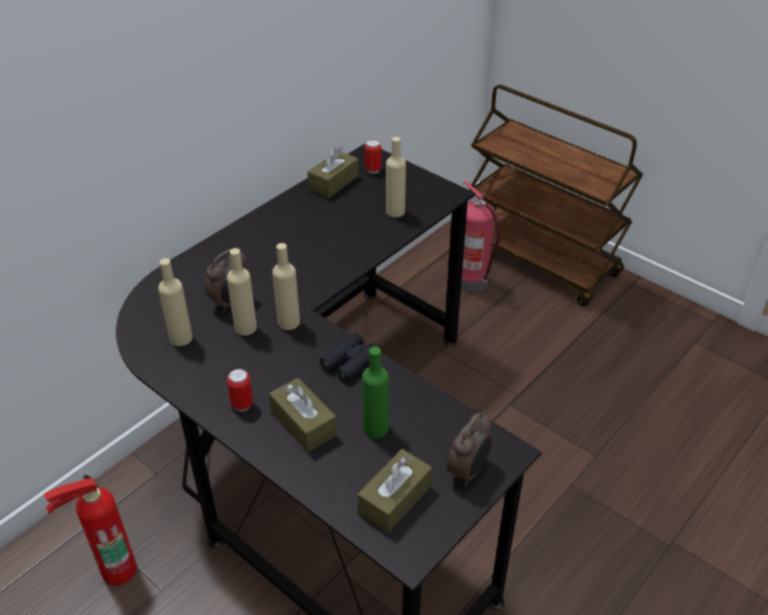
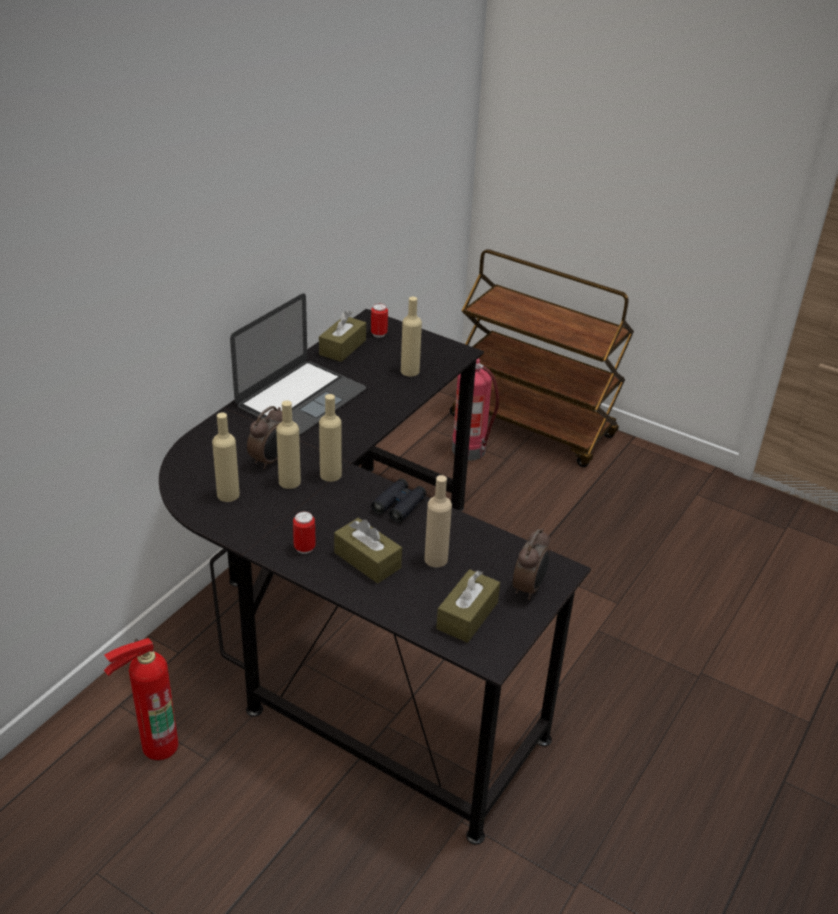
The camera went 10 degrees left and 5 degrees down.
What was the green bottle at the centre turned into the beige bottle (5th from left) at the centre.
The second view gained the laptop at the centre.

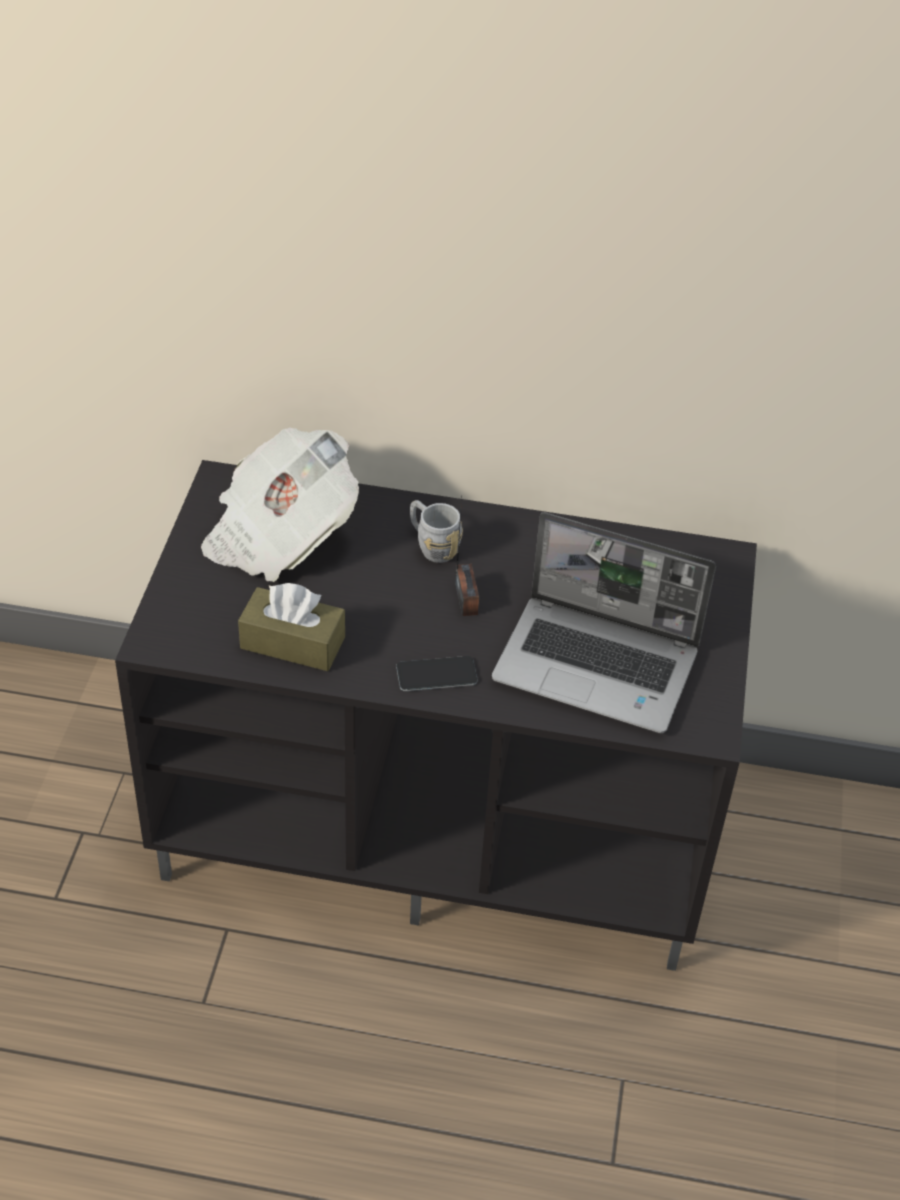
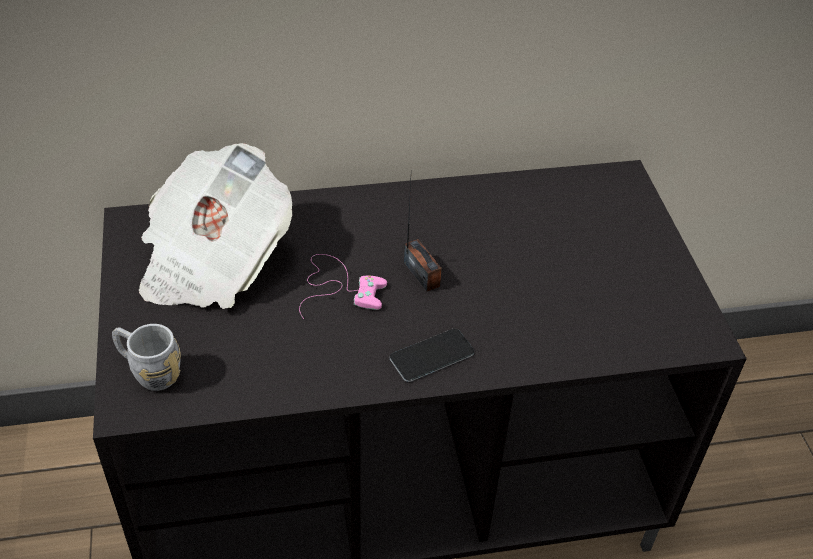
The camera went 20 degrees left and 0 degrees up.
The second view lost the brown tissue box at the middle left.
The grey mug ended up elsewhere, having gone from the centre to the middle left.
The second view lost the laptop at the middle right.
The second view gained the pink game controller at the centre.

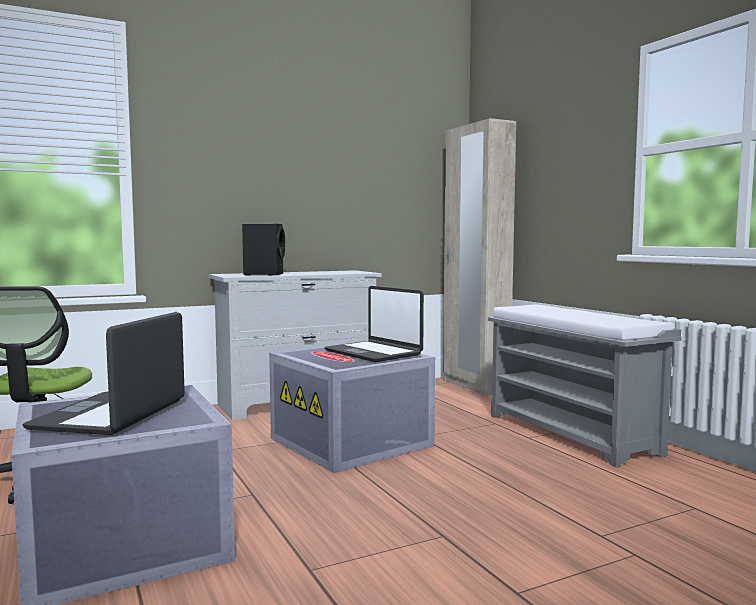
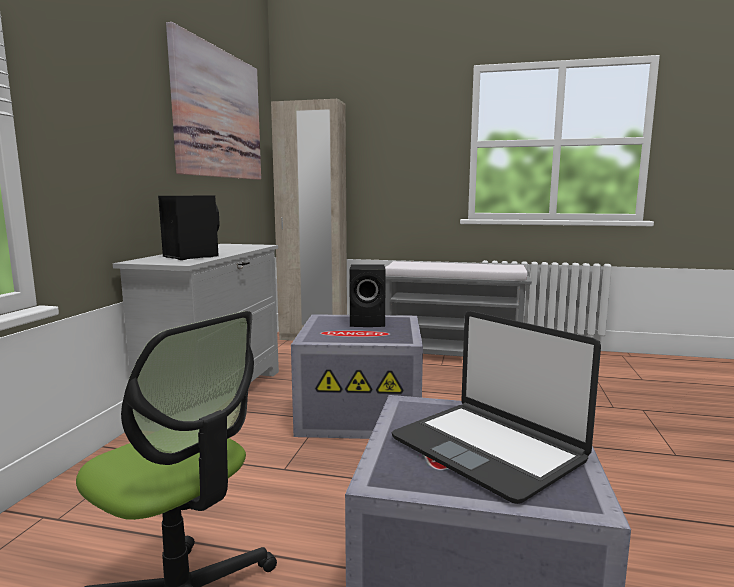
The camera went 50 degrees left and 5 degrees up.
Where the laptop (2nd from left) stood at the centre, the black speaker (2nd from left) came to stand at the centre.
The second view gained the picture at the top left.

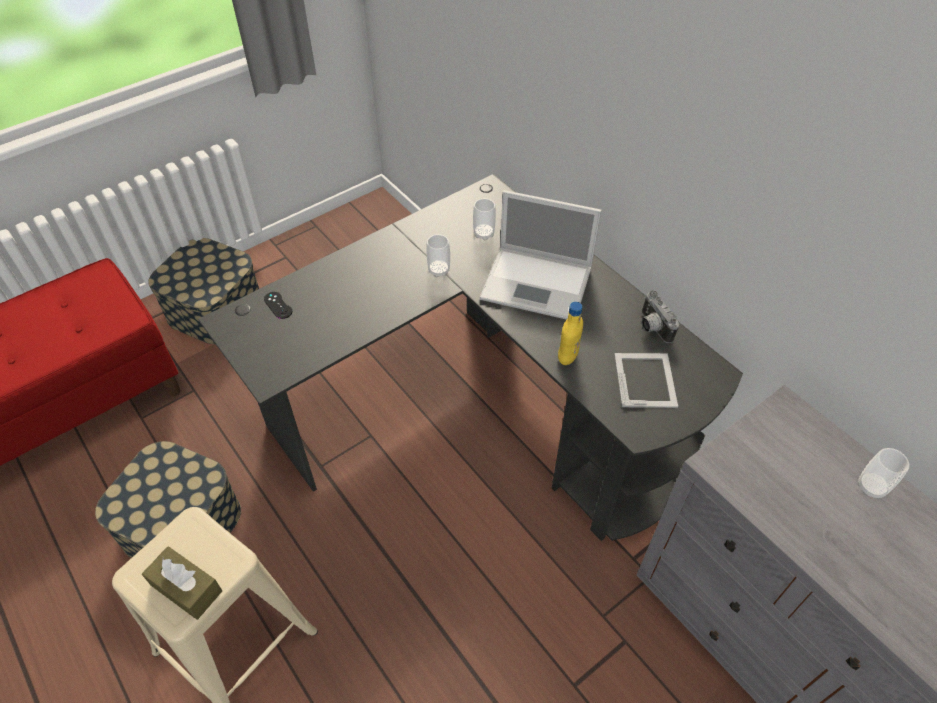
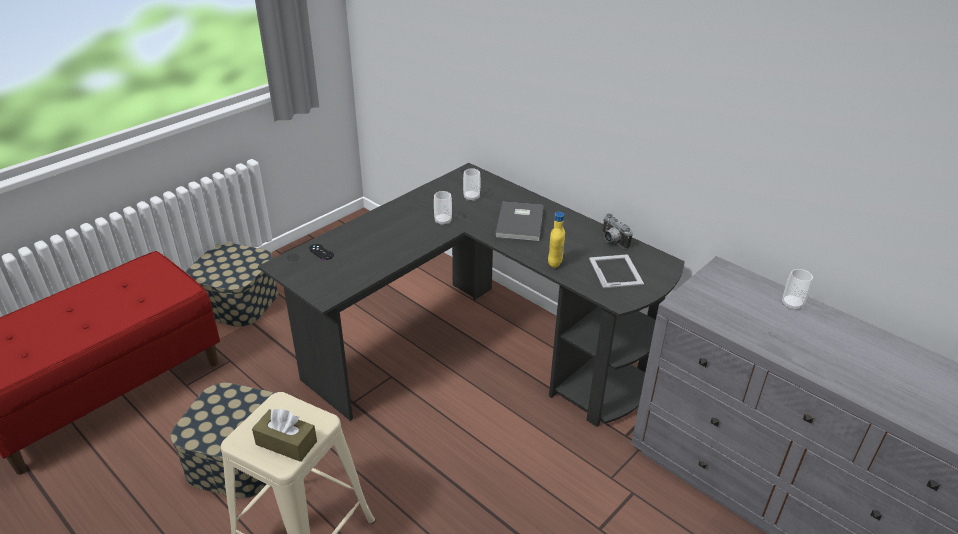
The camera went 10 degrees left and 15 degrees down.
Where the laptop stood at the centre, the grey book came to stand at the centre.

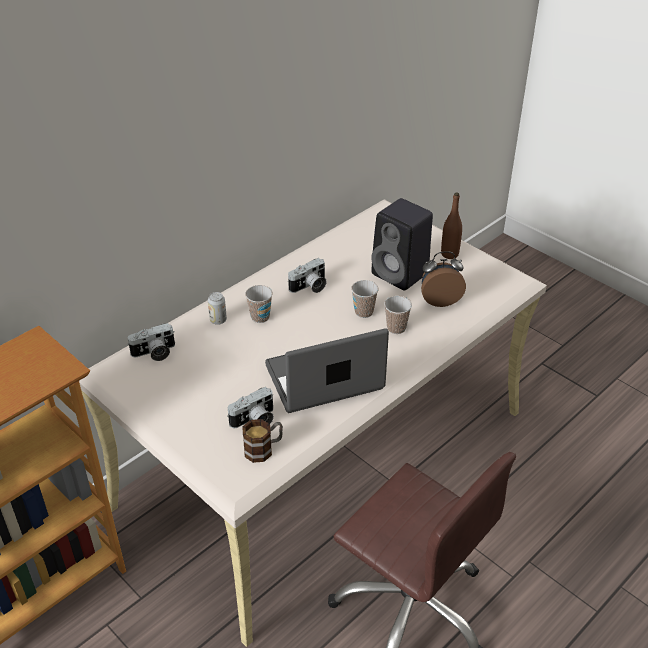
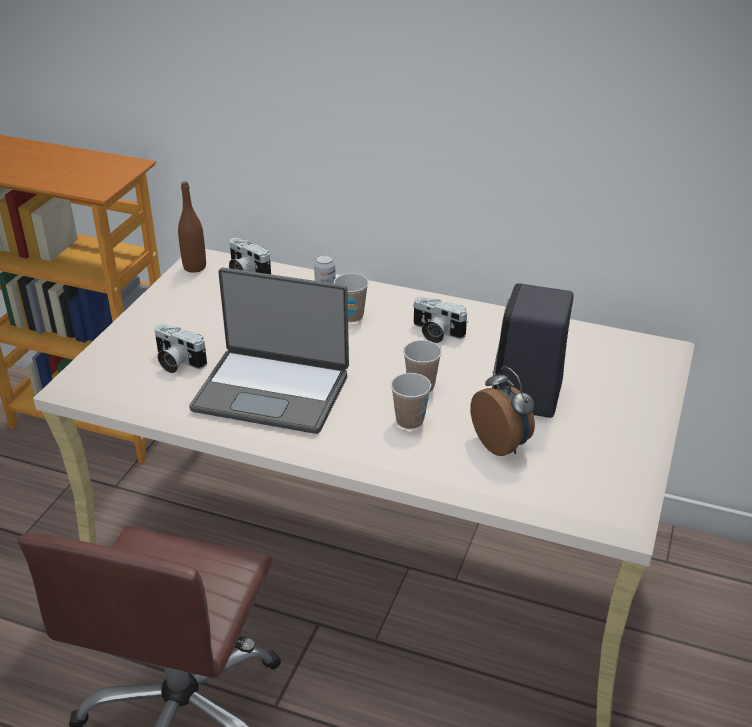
The camera went 65 degrees right and 5 degrees down.
The second view lost the mug at the bottom centre.
The laptop at the centre ended up facing another way, 150 degrees clockwise from before.
The brown bottle ended up elsewhere, having gone from the middle right to the top left.

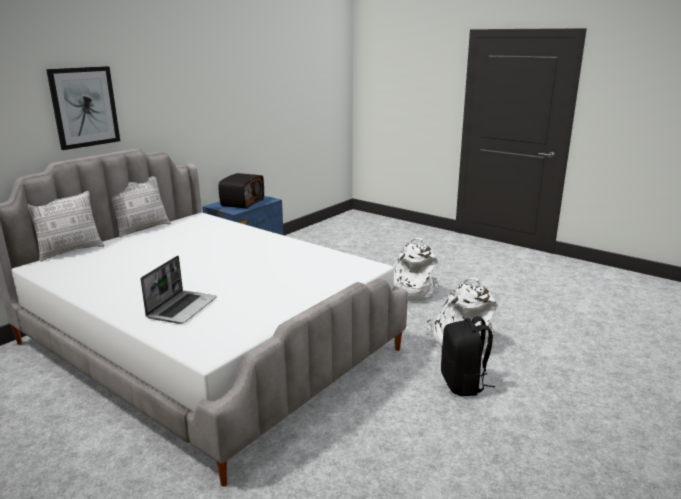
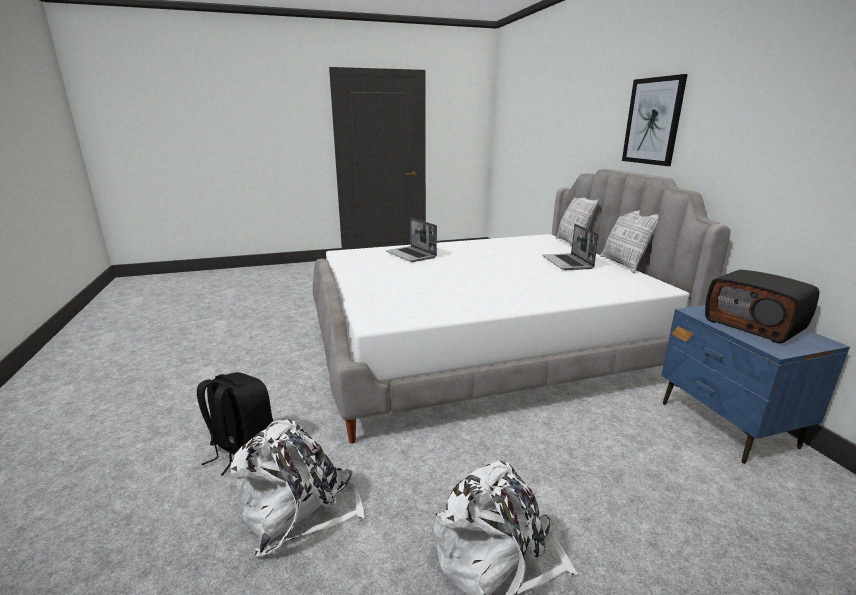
The camera went 125 degrees right and 0 degrees up.
The second view gained the laptop (2nd from left) at the centre.

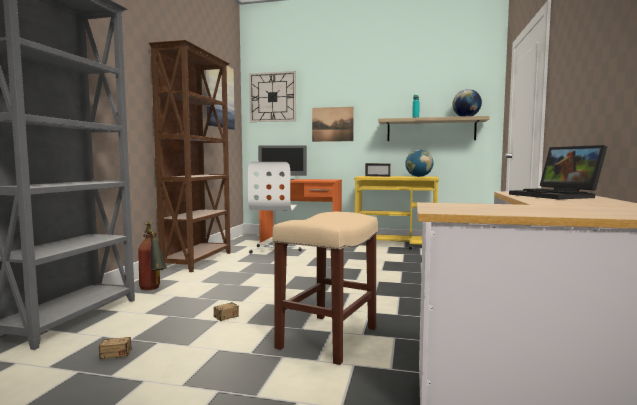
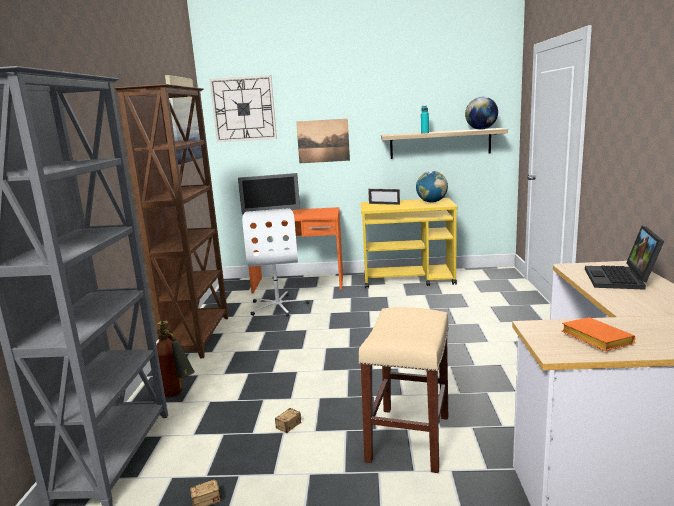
The camera went 10 degrees left and 10 degrees up.
The laptop at the middle right ended up facing another way, 45 degrees clockwise from before.
The second view gained the orange book at the middle right.

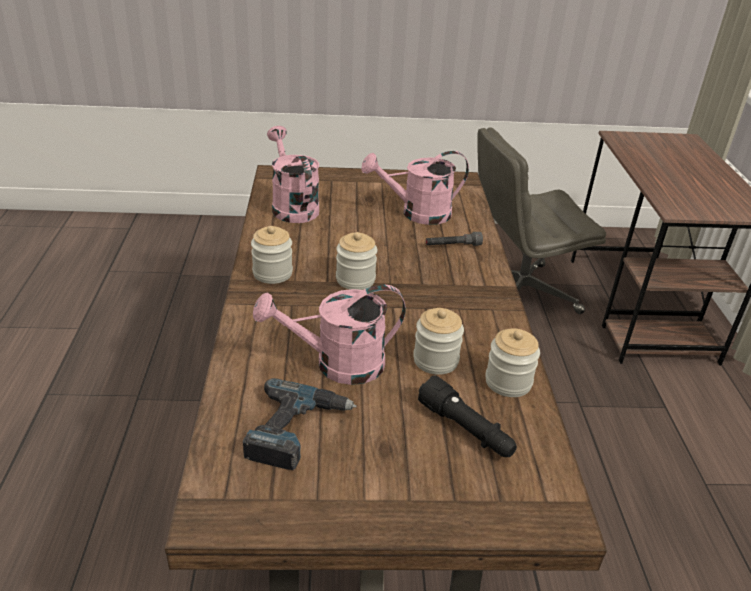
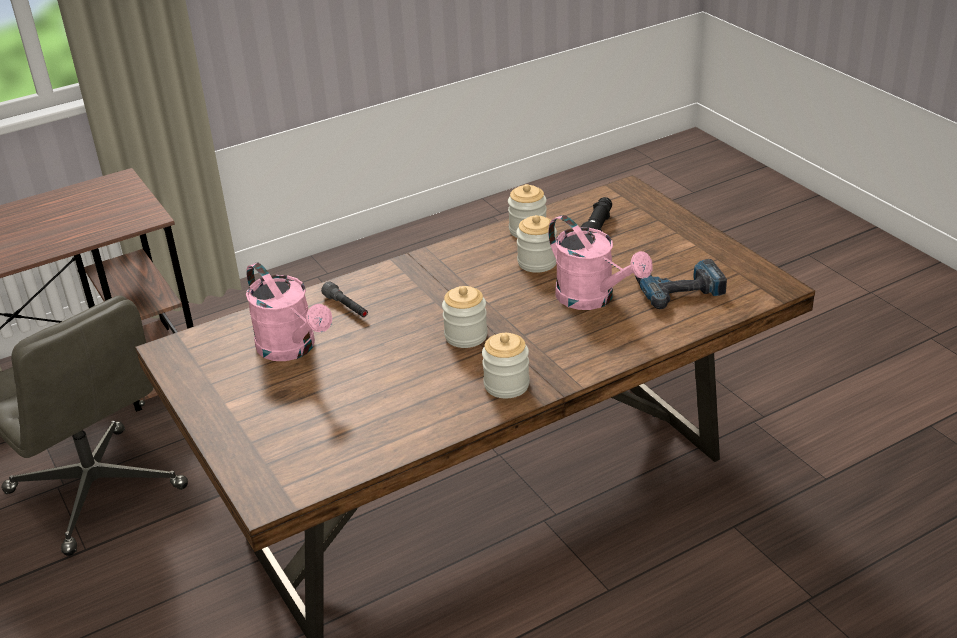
The camera went 115 degrees left and 0 degrees up.
The second view lost the pink watering can (1st from left) at the top centre.

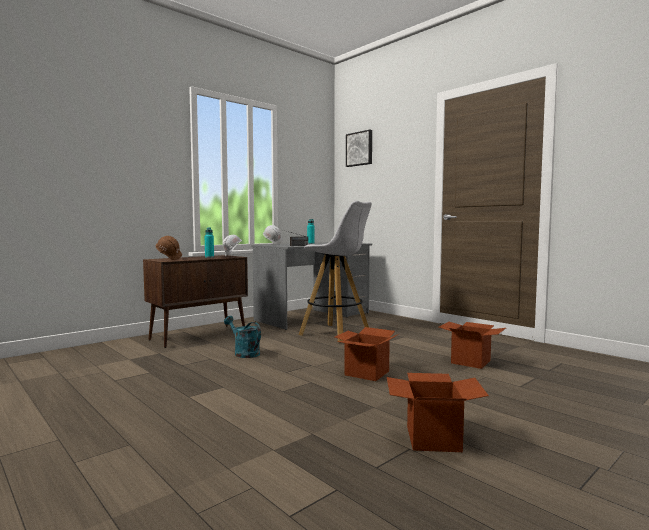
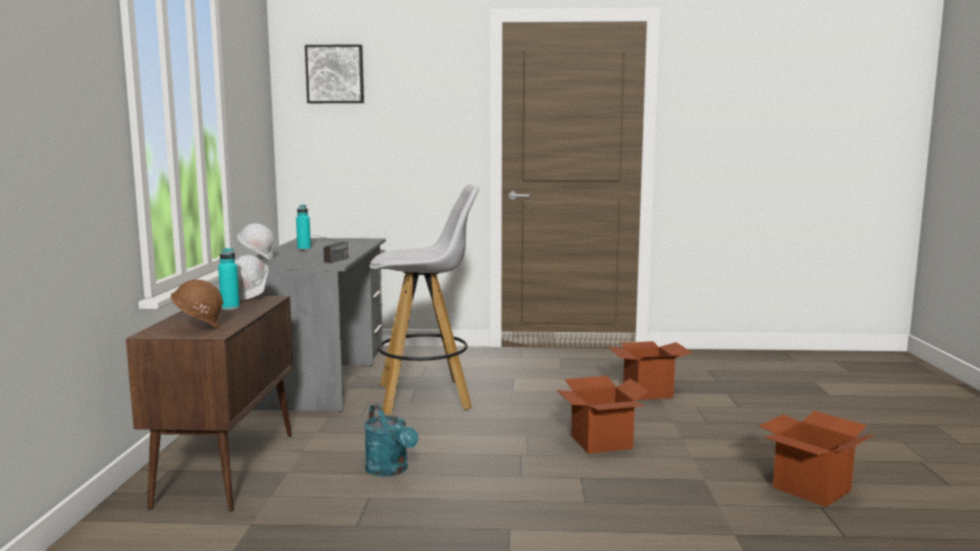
The camera went 45 degrees left and 5 degrees up.
The turquoise watering can at the centre ended up facing another way, 120 degrees counterclockwise from before.

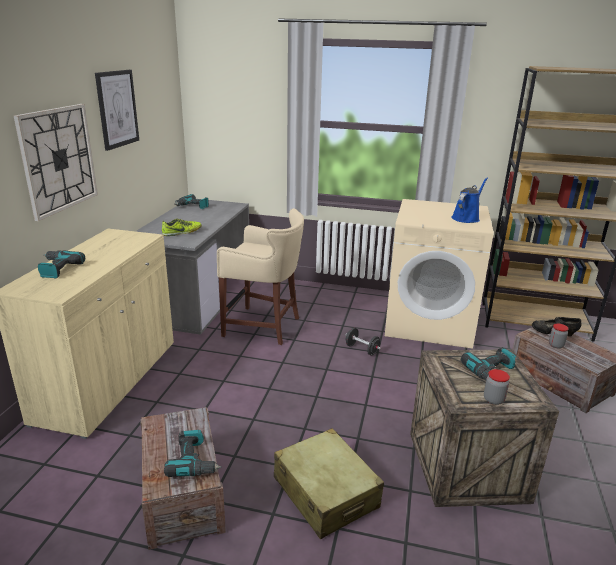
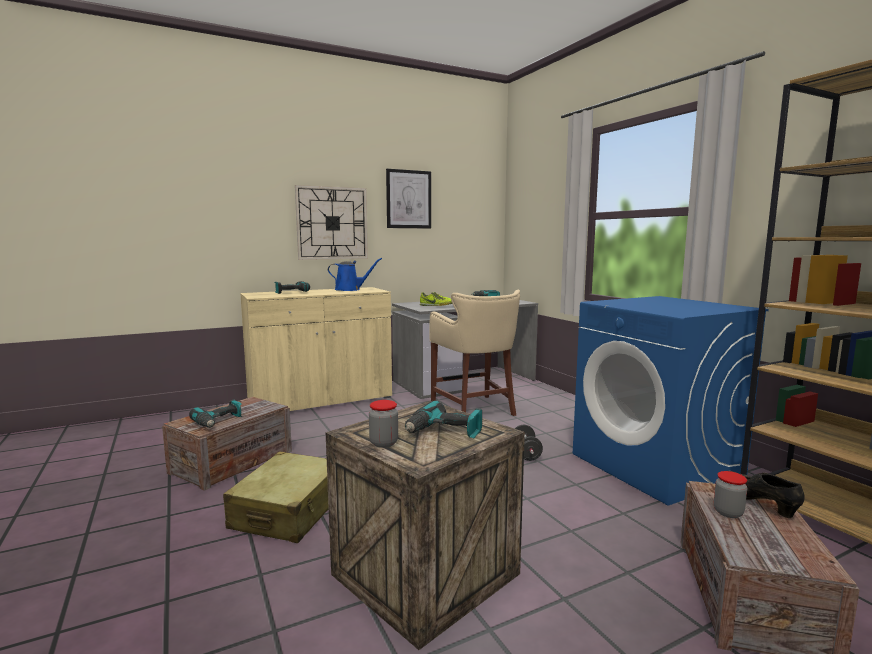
The camera went 50 degrees right and 15 degrees down.
What was the beige washing machine at the middle right turned into the blue washing machine at the middle right.
The blue watering can ended up elsewhere, having gone from the middle right to the centre.

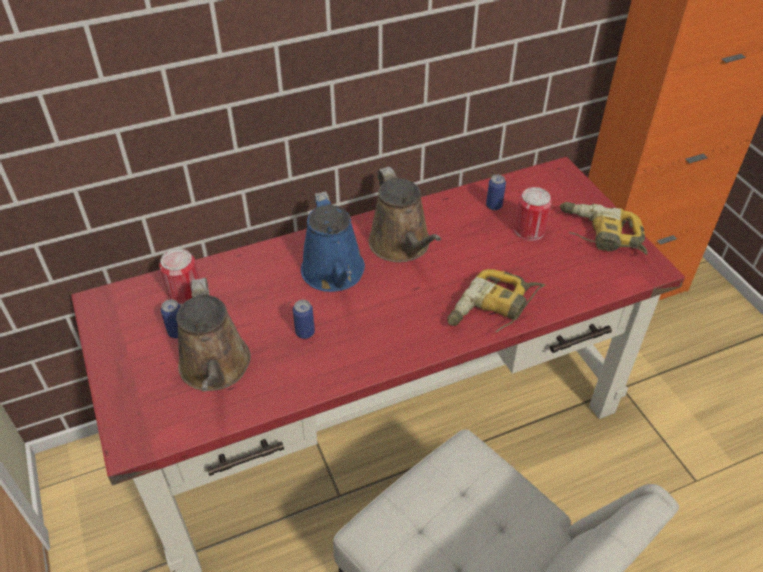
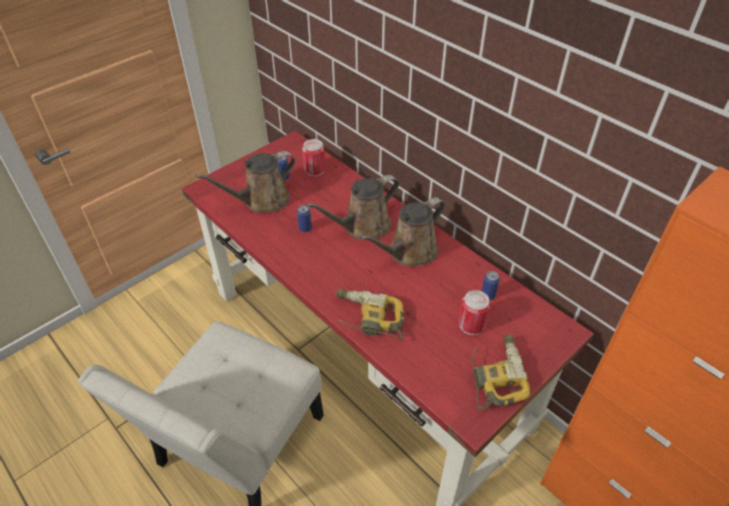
The camera went 70 degrees right and 0 degrees up.
What was the blue watering can at the centre turned into the brown watering can (2nd from left) at the centre.

